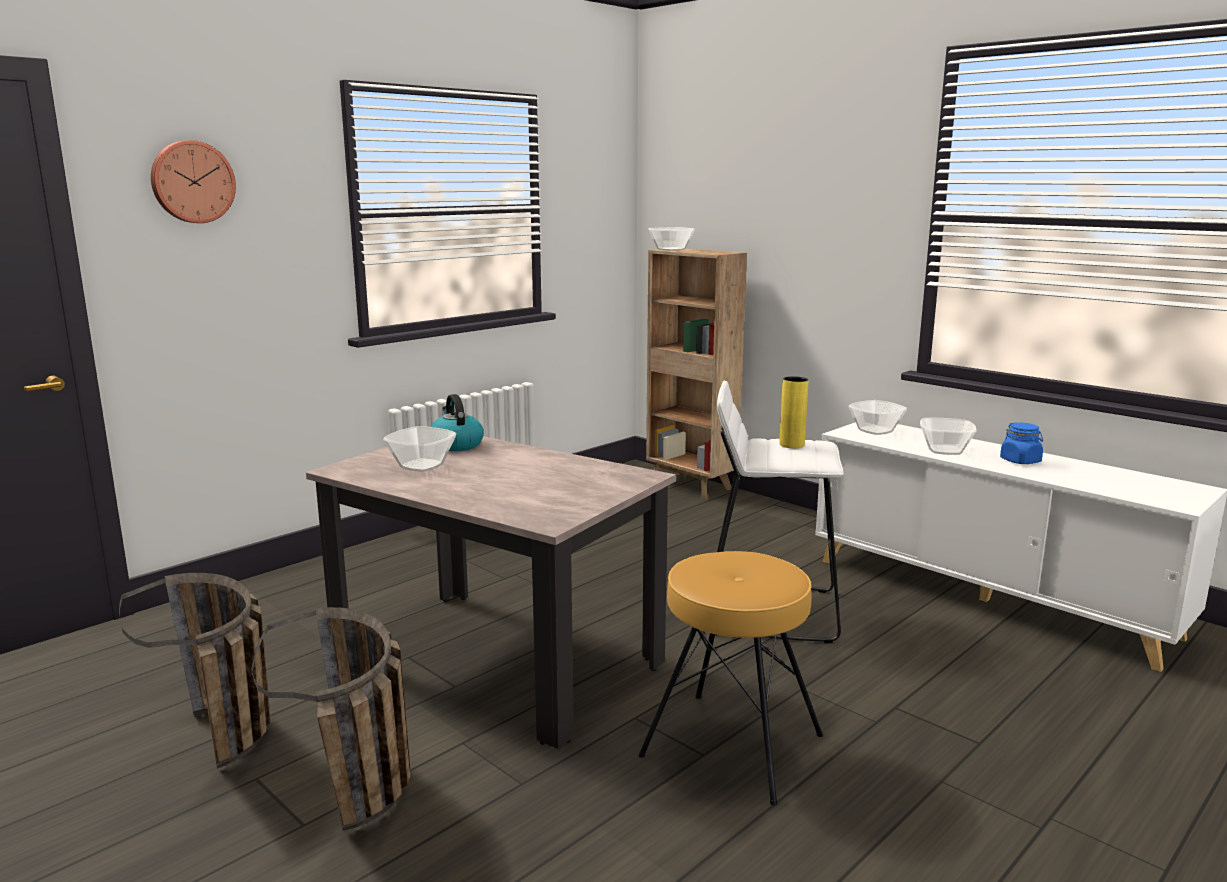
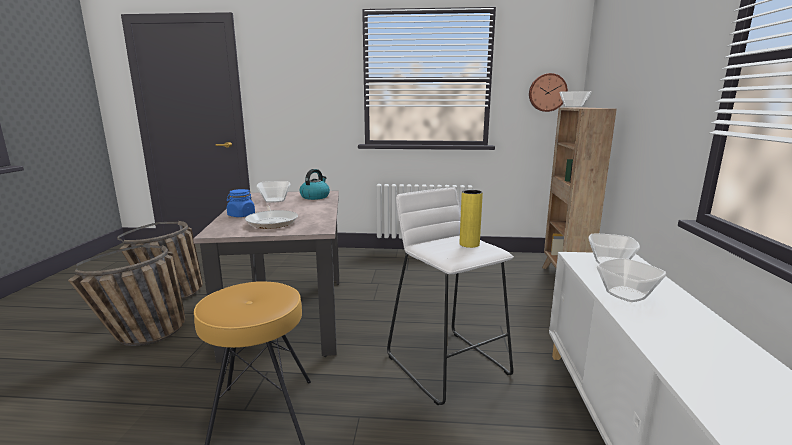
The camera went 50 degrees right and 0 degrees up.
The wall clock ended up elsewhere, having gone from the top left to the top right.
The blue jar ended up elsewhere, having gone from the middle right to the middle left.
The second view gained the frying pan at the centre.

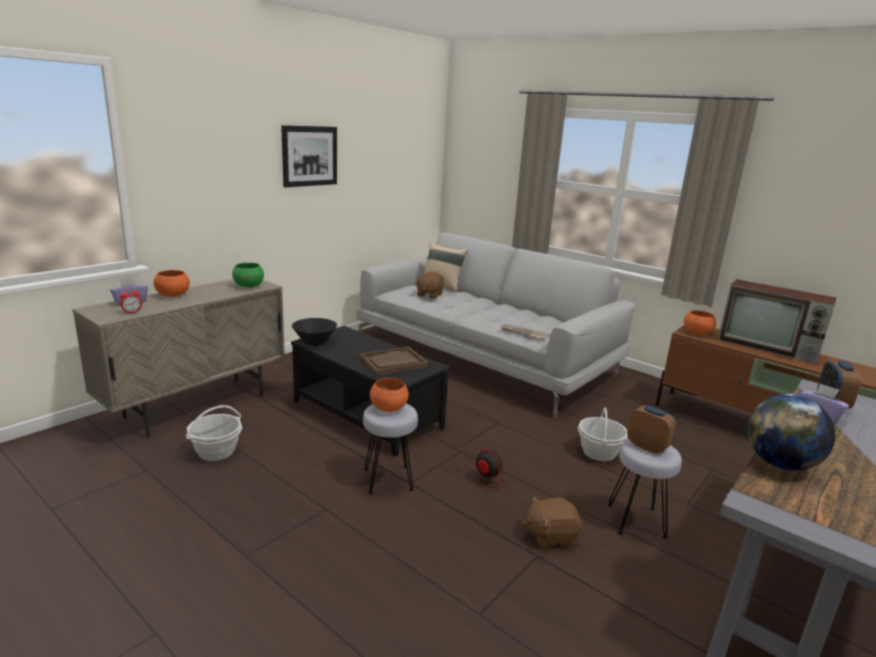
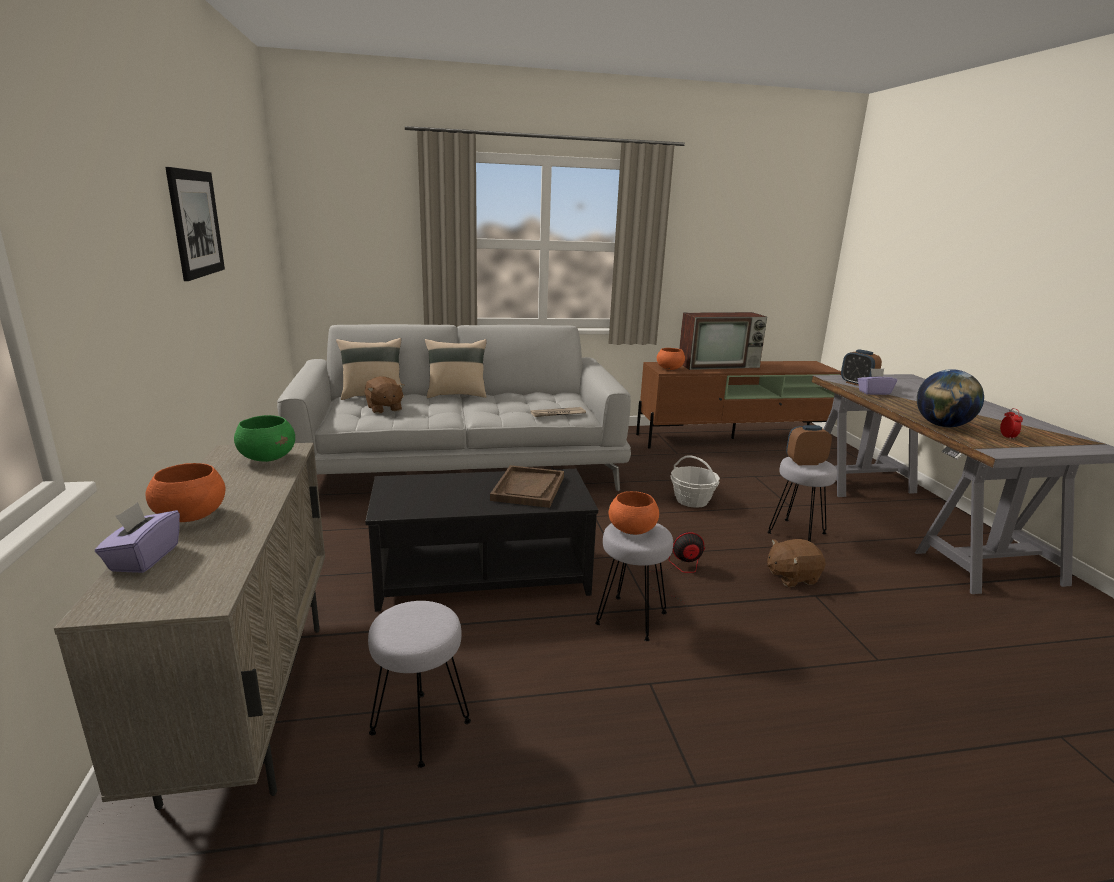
The camera went 50 degrees left and 0 degrees up.
The alarm clock (1st from left in the first image) ended up elsewhere, having gone from the middle left to the middle right.
Where the basket (1st from left) stood at the middle left, the grey stool (1st from left) came to stand at the bottom centre.
The second view lost the black bowl at the centre.
The brown plush toy (2nd from left) at the bottom centre ended up facing another way, 45 degrees clockwise from before.
The second view gained the beige pillow (2nd from left) at the centre.

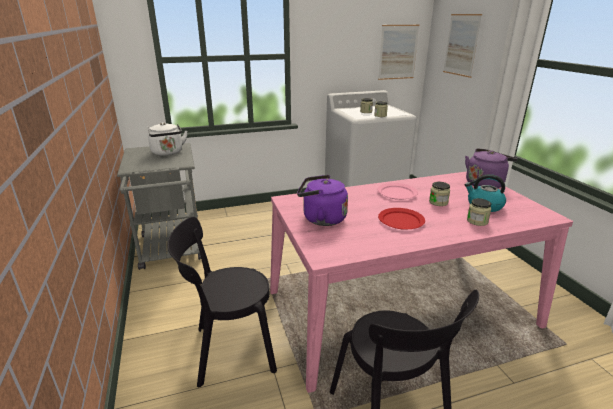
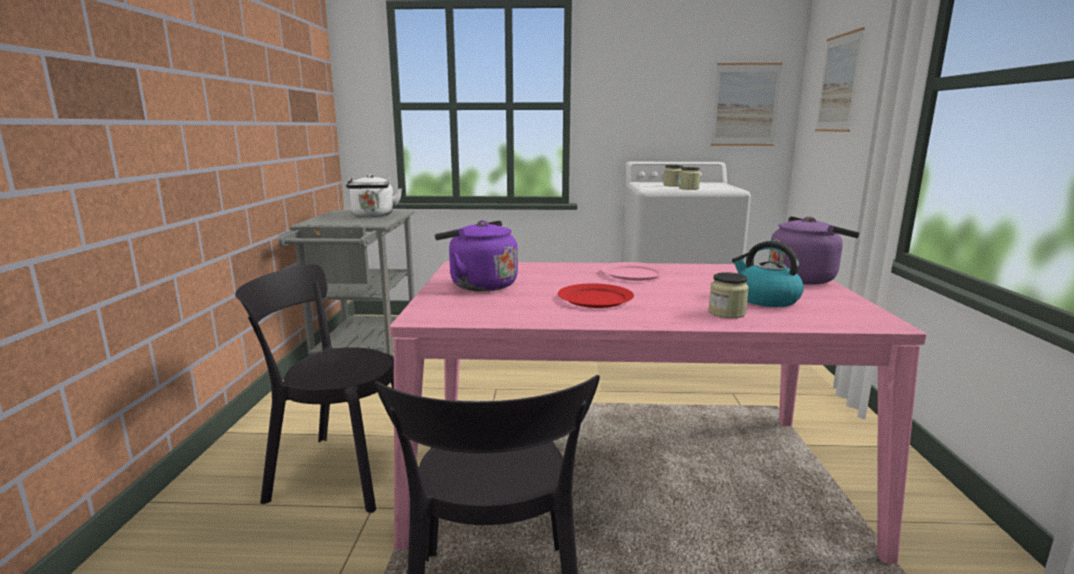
The camera went 20 degrees right and 10 degrees down.
The second view lost the jar (3rd from left) at the middle right.

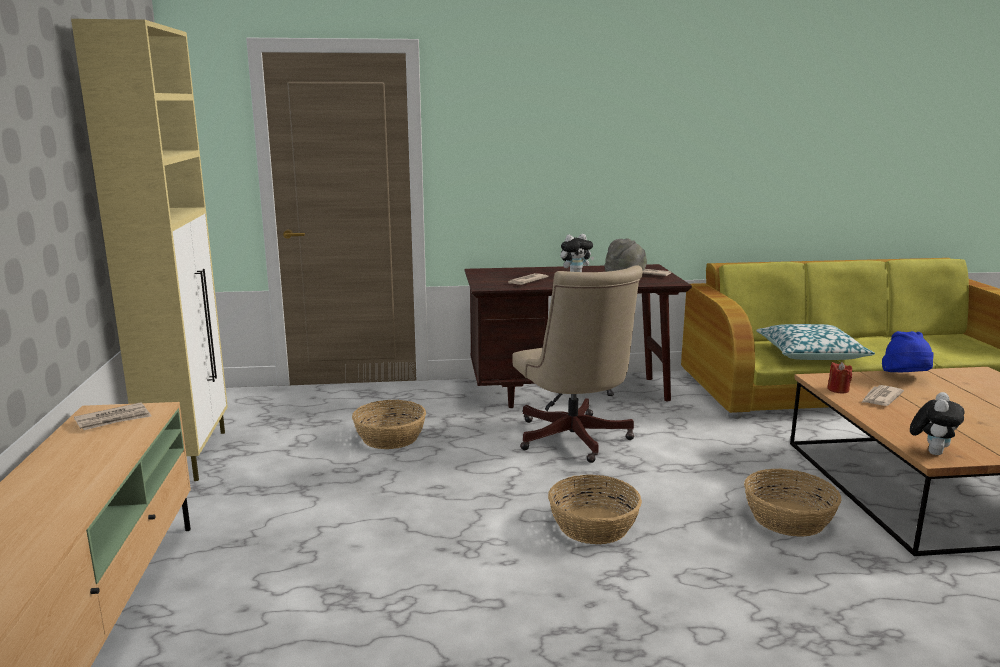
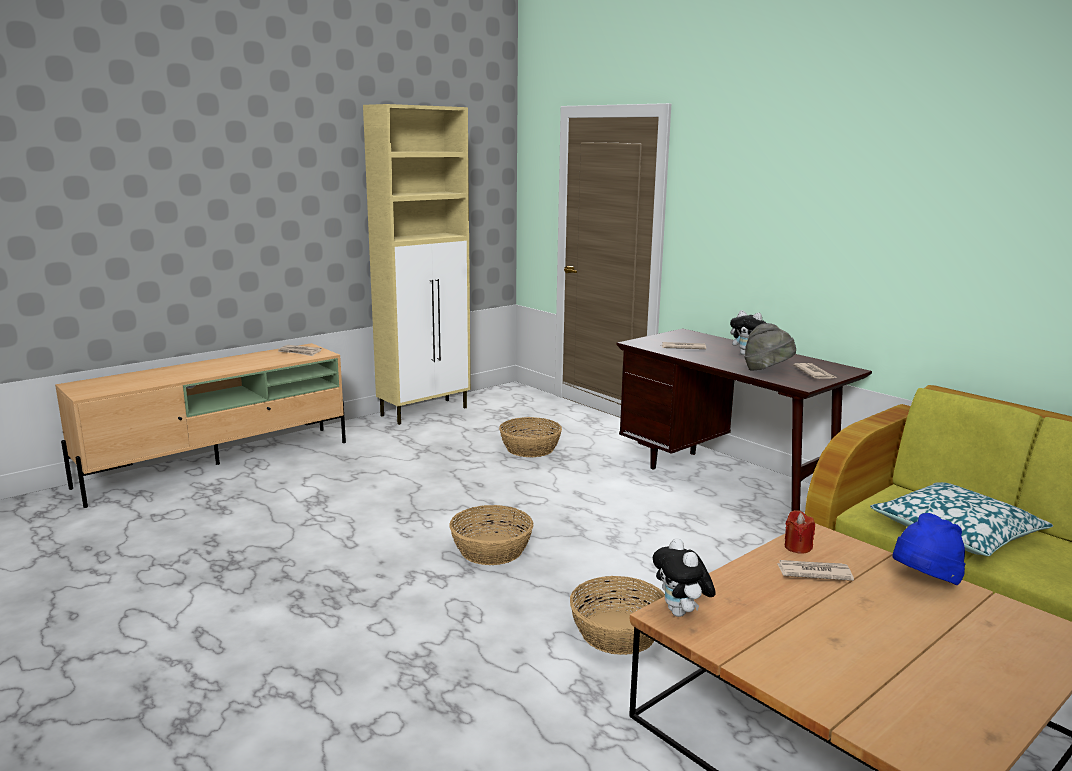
The camera went 55 degrees right and 0 degrees up.
The second view lost the beige office chair at the centre.
The plush toy (2nd from left in the first image) at the middle right ended up facing another way, 75 degrees clockwise from before.

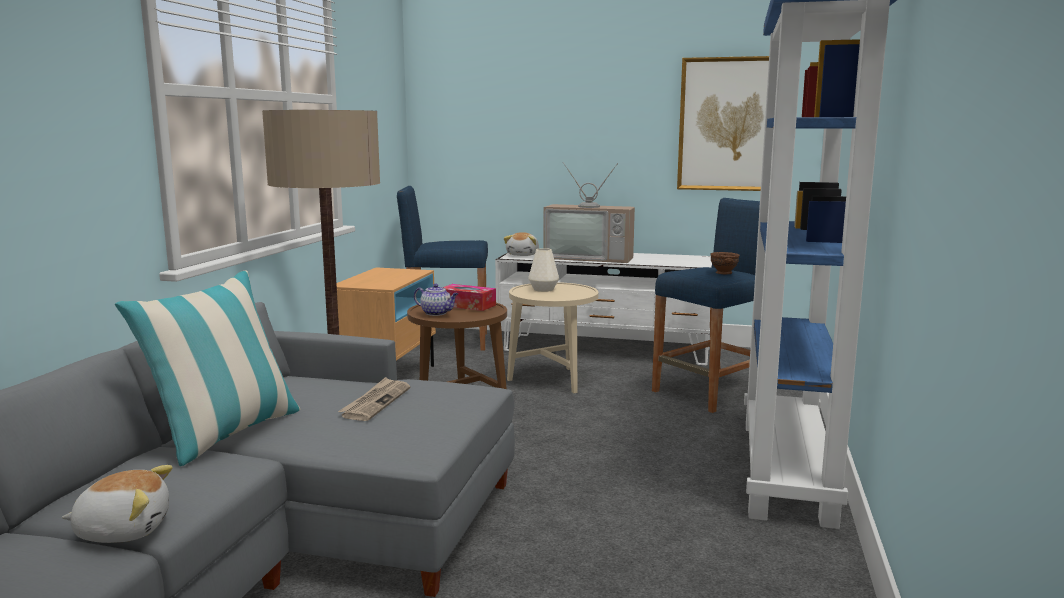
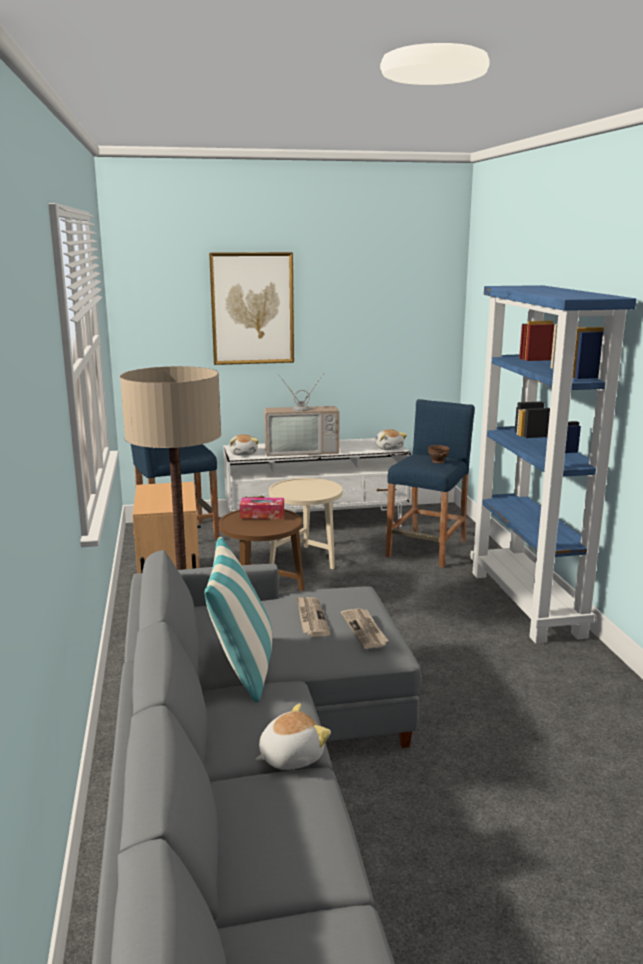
The camera went 25 degrees left and 5 degrees up.
The second view lost the teapot at the centre.
The second view lost the white vase at the centre.
The picture ended up elsewhere, having gone from the top right to the top centre.
The second view gained the newspaper (2nd from left) at the centre.
The second view gained the plush toy (3rd from left) at the centre.

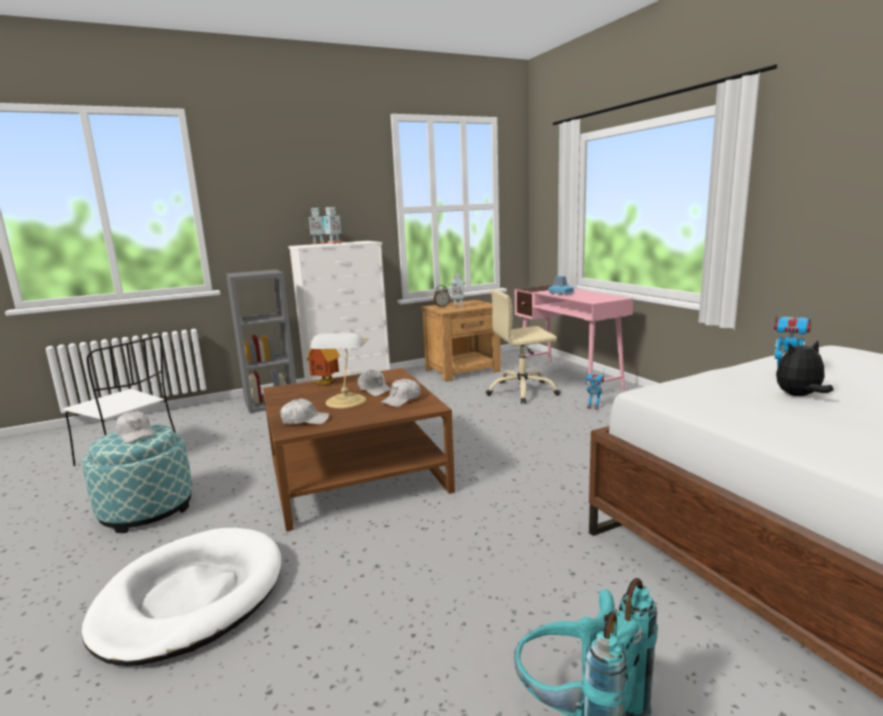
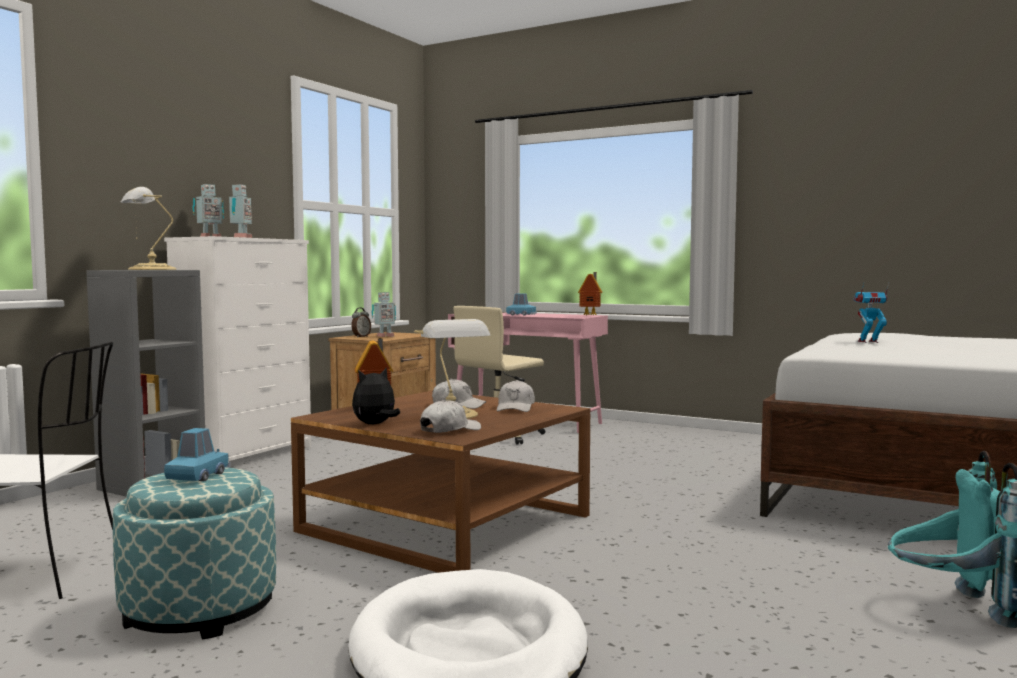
The camera went 35 degrees left and 10 degrees down.
Where the white cap (1st from left) stood at the middle left, the blue toy car (1st from left) came to stand at the bottom left.
The second view lost the toy robot (4th from left) at the middle right.
The plush toy ended up elsewhere, having gone from the middle right to the centre.
The second view gained the table lamp (1st from left) at the middle left.
The second view gained the toy house (2nd from left) at the centre.

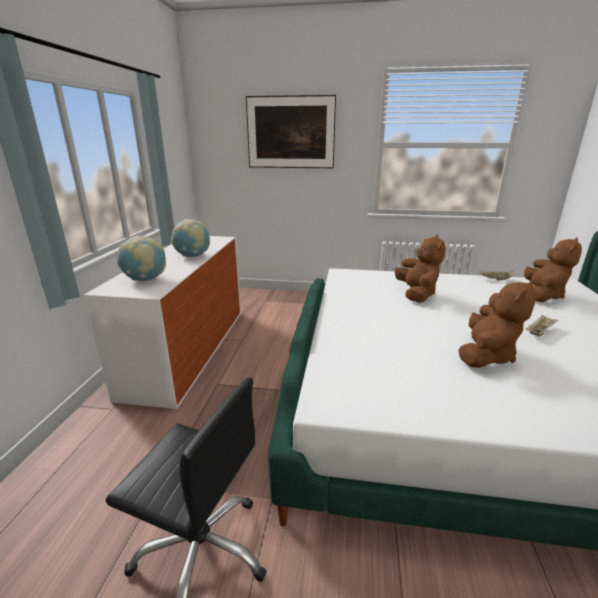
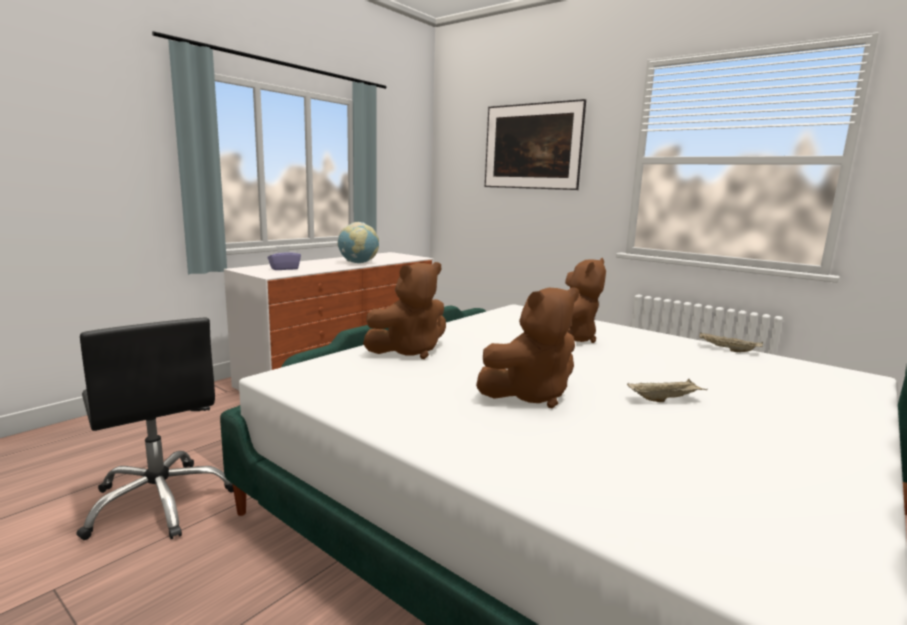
The camera went 30 degrees right and 10 degrees down.
Where the globe (1st from left) stood at the middle left, the purple tissue box came to stand at the middle left.
The brown plush toy (3rd from left in the first image) ended up elsewhere, having gone from the middle right to the centre.

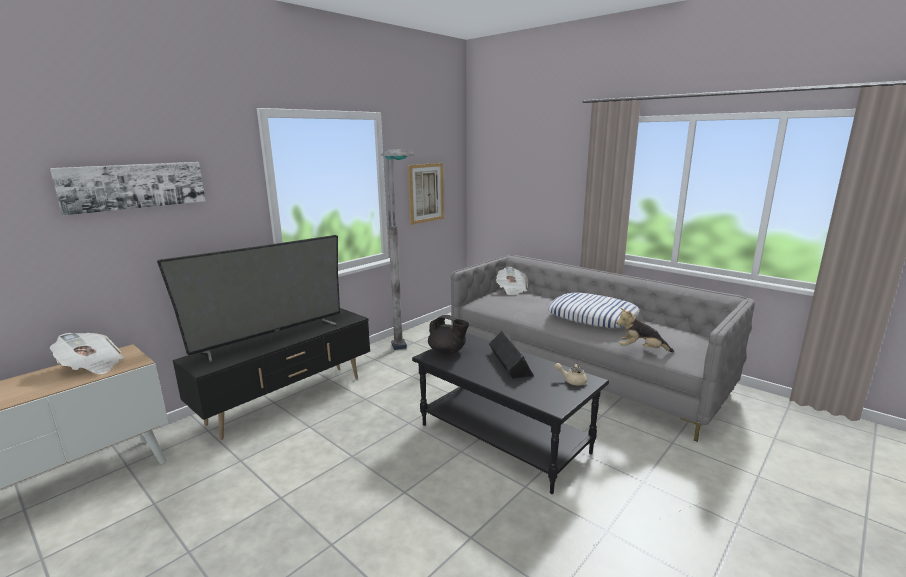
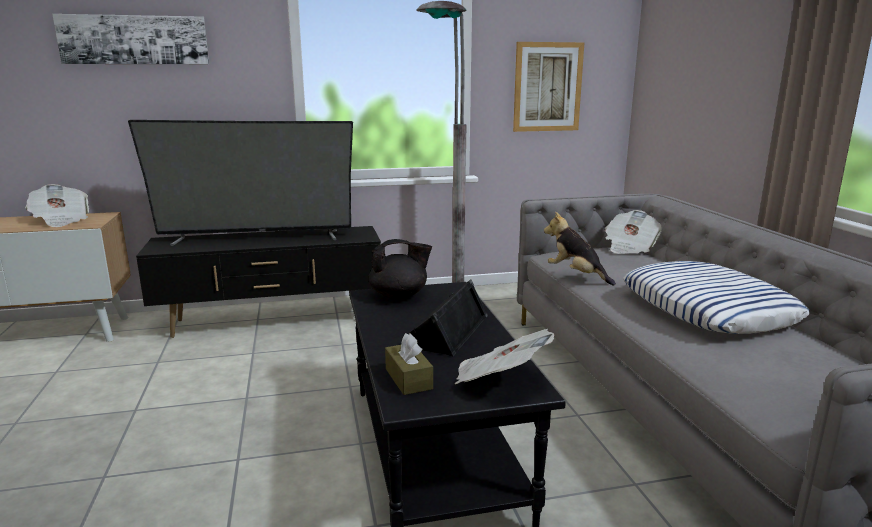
The camera went 35 degrees right and 0 degrees up.
The black teapot at the centre ended up facing another way, 75 degrees counterclockwise from before.
Where the beige teapot stood at the centre, the newspaper (2nd from left) came to stand at the bottom centre.
The plush toy ended up elsewhere, having gone from the middle right to the centre.
The second view gained the brown tissue box at the bottom centre.

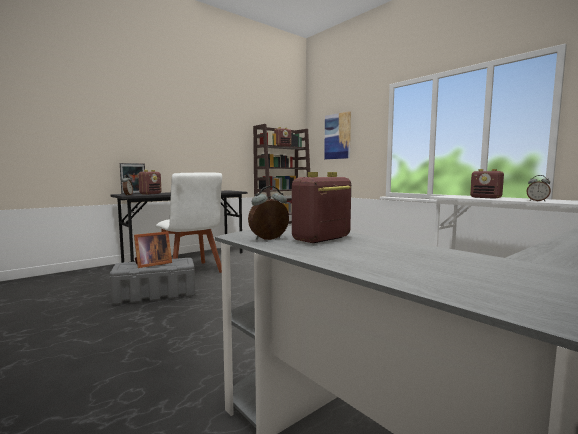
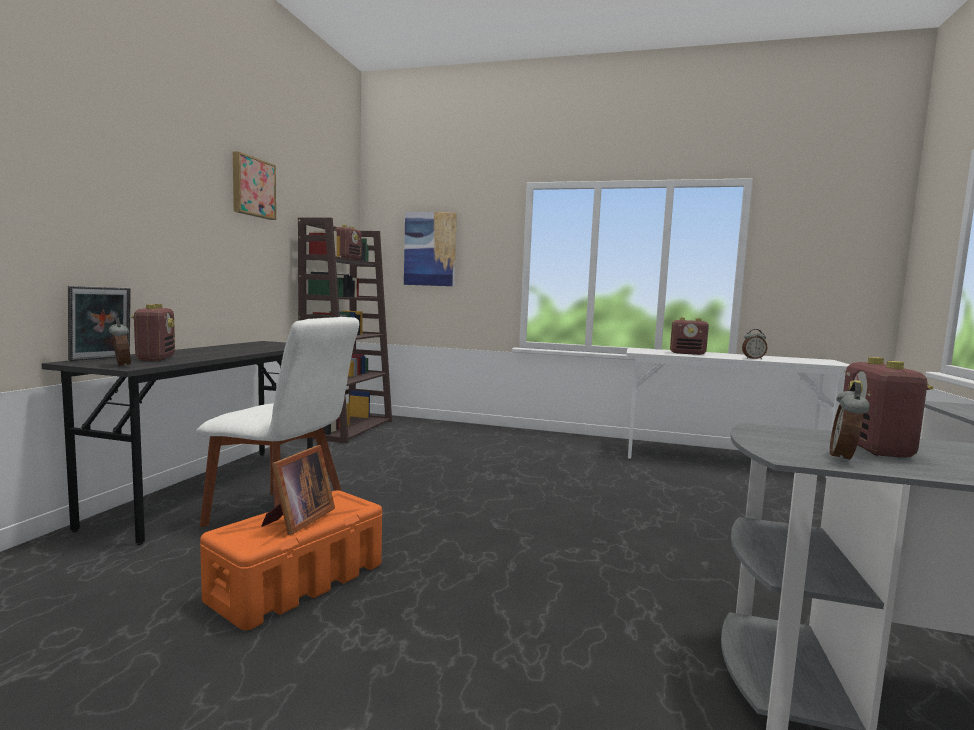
The camera went 35 degrees left and 0 degrees up.
What was the grey storage box at the middle left turned into the orange storage box at the bottom left.
The second view gained the picture (1st from left) at the top left.

